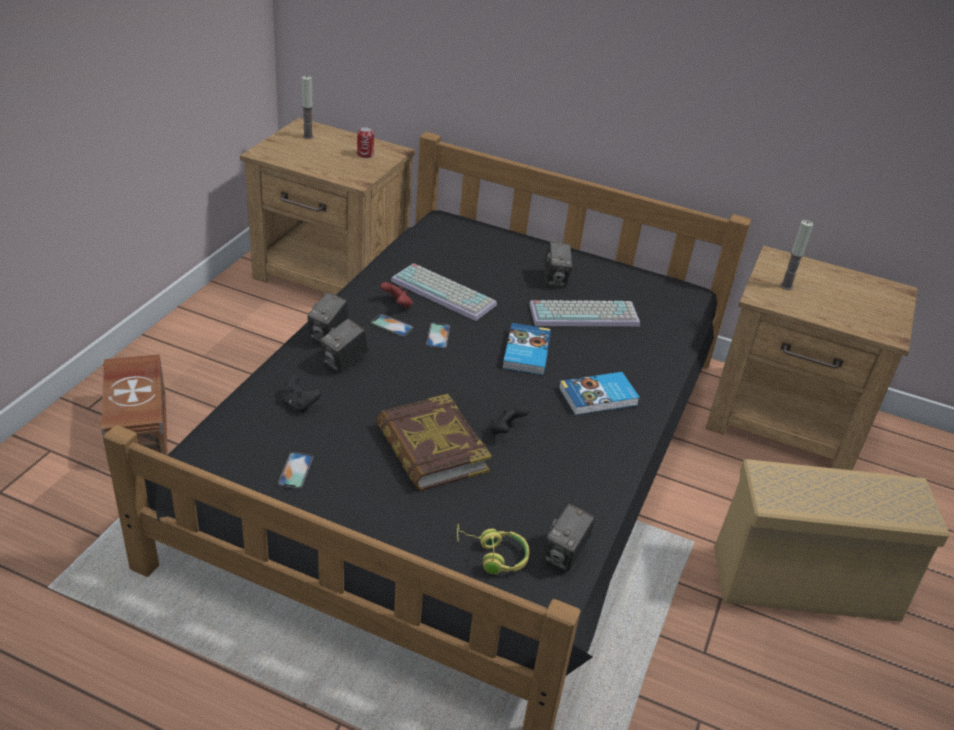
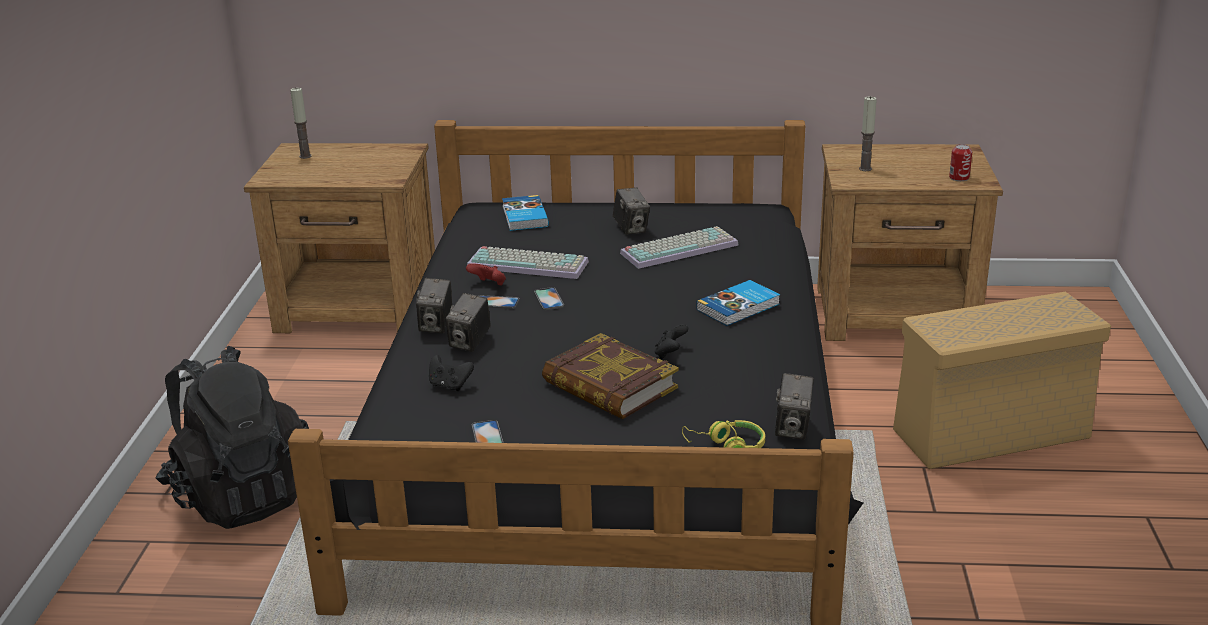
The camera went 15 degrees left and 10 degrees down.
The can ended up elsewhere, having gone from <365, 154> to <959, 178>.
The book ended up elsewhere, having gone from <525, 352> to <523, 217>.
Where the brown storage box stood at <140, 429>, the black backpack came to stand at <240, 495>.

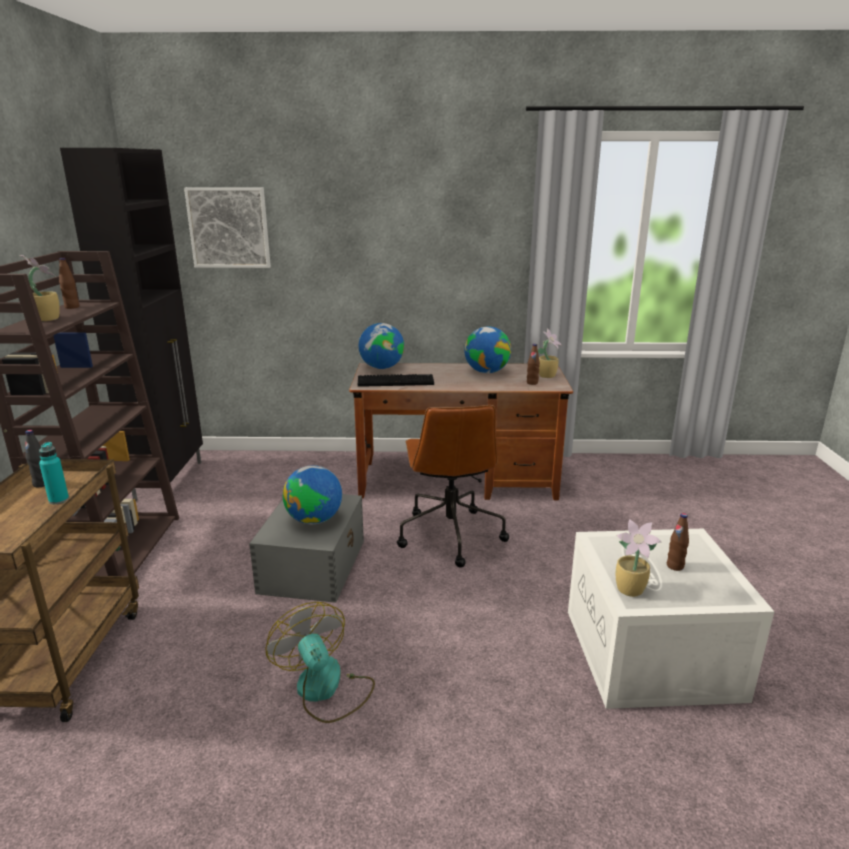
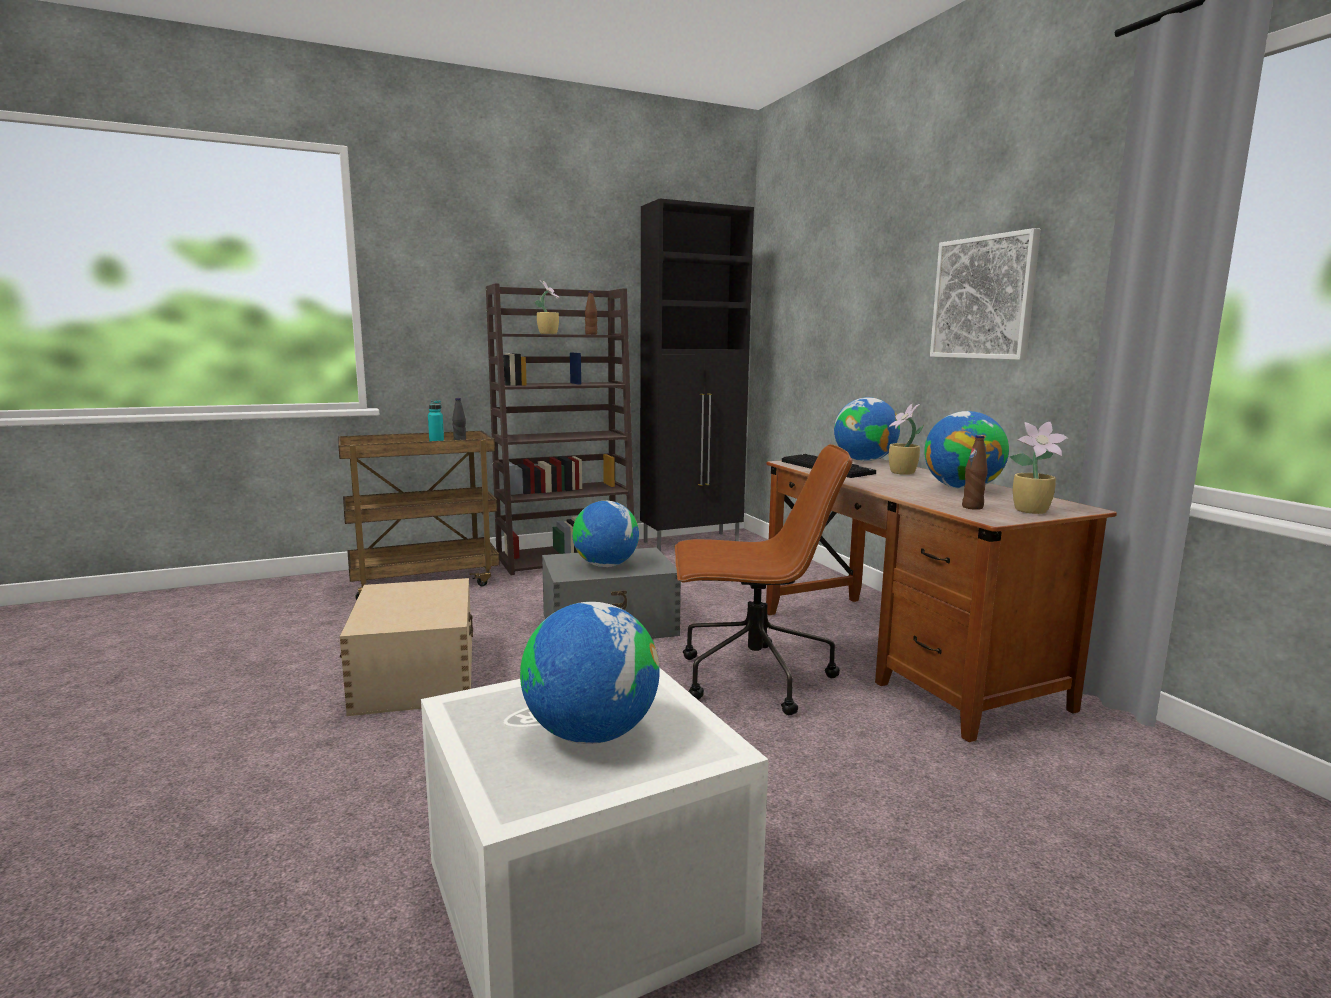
The camera went 65 degrees right and 10 degrees down.
The picture ended up elsewhere, having gone from <229, 228> to <983, 298>.
The potted plant ended up elsewhere, having gone from <631, 590> to <902, 473>.
Where the fan stood at <325, 689>, the beige storage box came to stand at <417, 675>.
Where the brown bottle stood at <675, 566>, the globe came to stand at <591, 734>.
The brown office chair at <450, 534> ended up facing another way, 150 degrees counterclockwise from before.

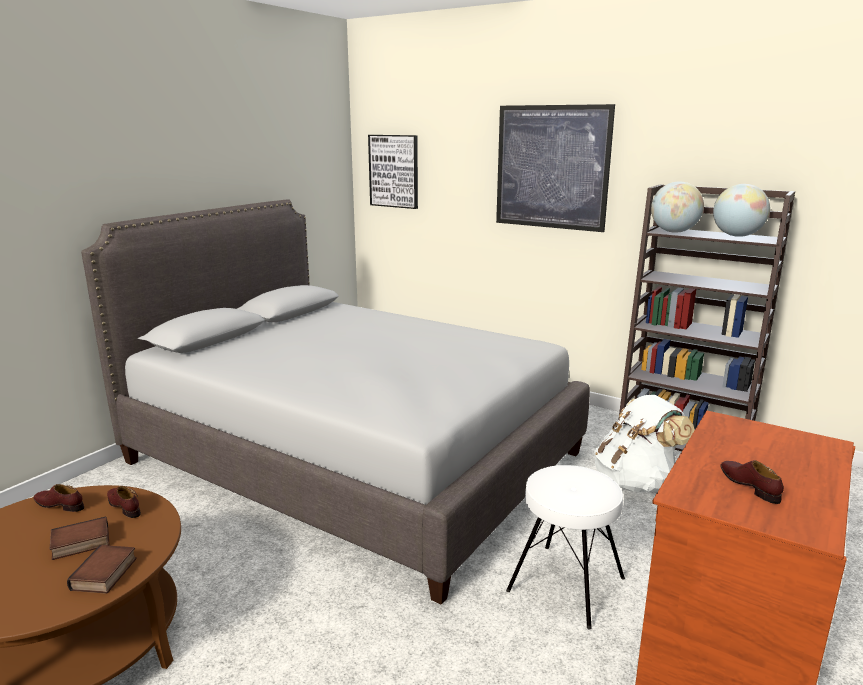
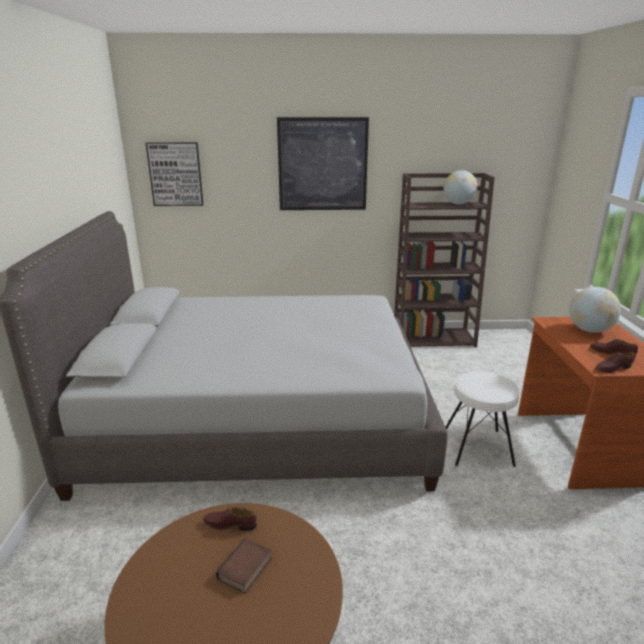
The camera went 35 degrees left and 5 degrees up.
The second view lost the book at <105, 574>.
The second view lost the white backpack at <636, 482>.
The brown shoe ended up elsewhere, having gone from <59, 505> to <612, 368>.
The globe ended up elsewhere, having gone from <674, 232> to <589, 330>.

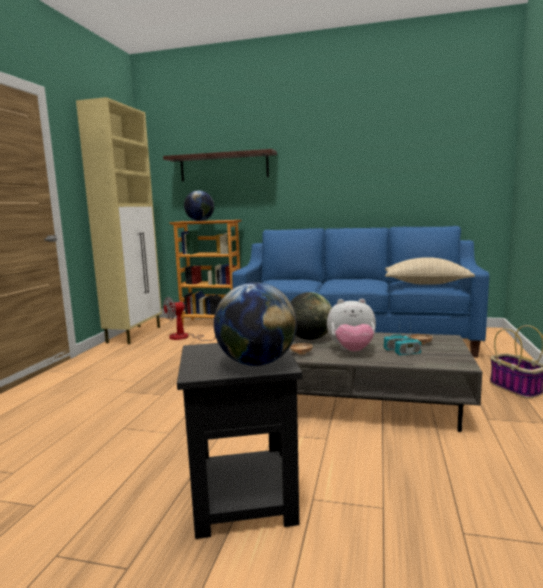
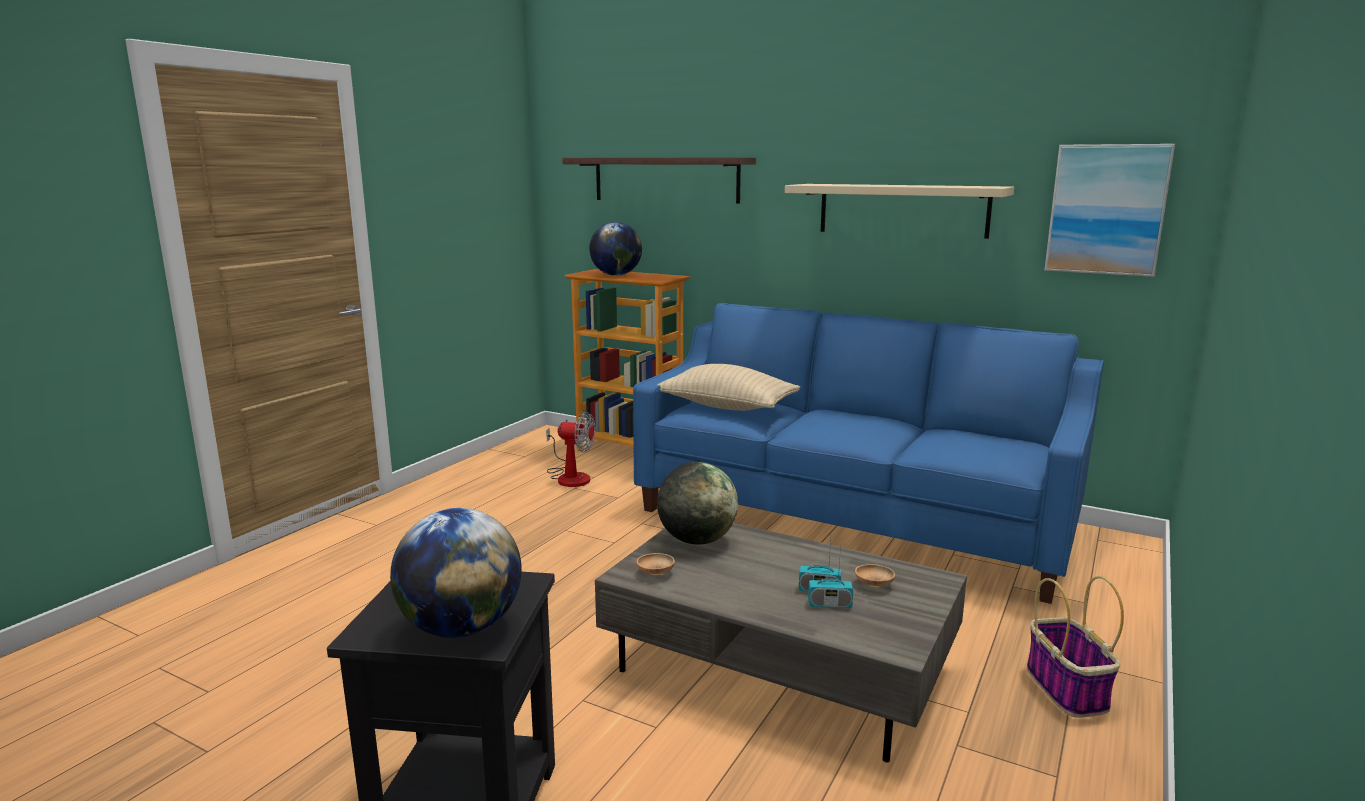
The camera went 15 degrees right and 5 degrees up.
The second view lost the beige cabinet at <135, 334>.
The second view lost the plush toy at <352, 351>.
The second view gained the beige shelf at <902, 210>.
The second view gained the picture at <1107, 209>.
The beige pillow ended up elsewhere, having gone from <426, 284> to <726, 407>.
The fan at <185, 337> ended up facing another way, 150 degrees counterclockwise from before.

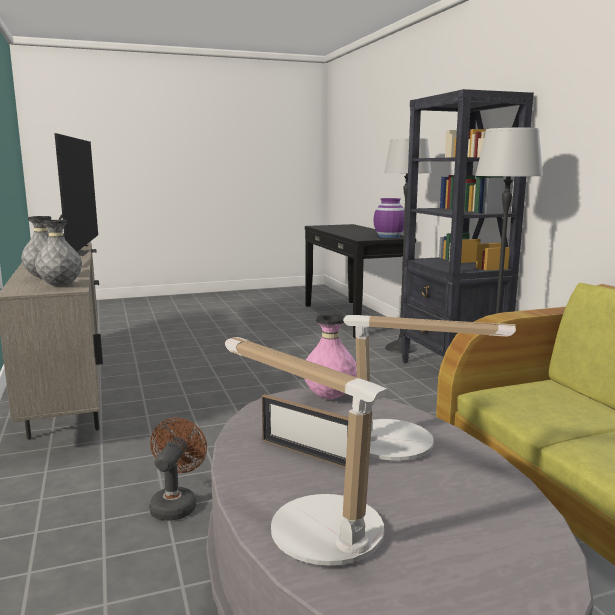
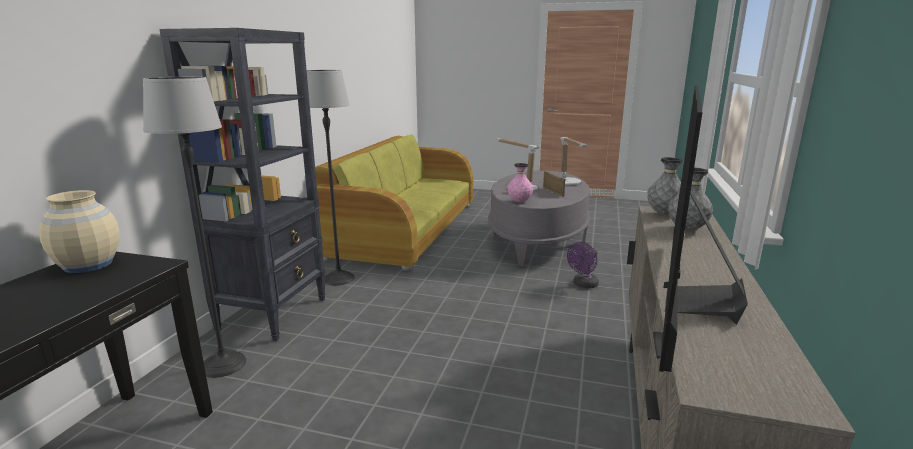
The camera went 145 degrees left and 5 degrees up.
What was the brown fan at <176, 504> turned into the purple fan at <583, 285>.
What was the purple vase at <389, 236> turned into the beige vase at <88, 265>.

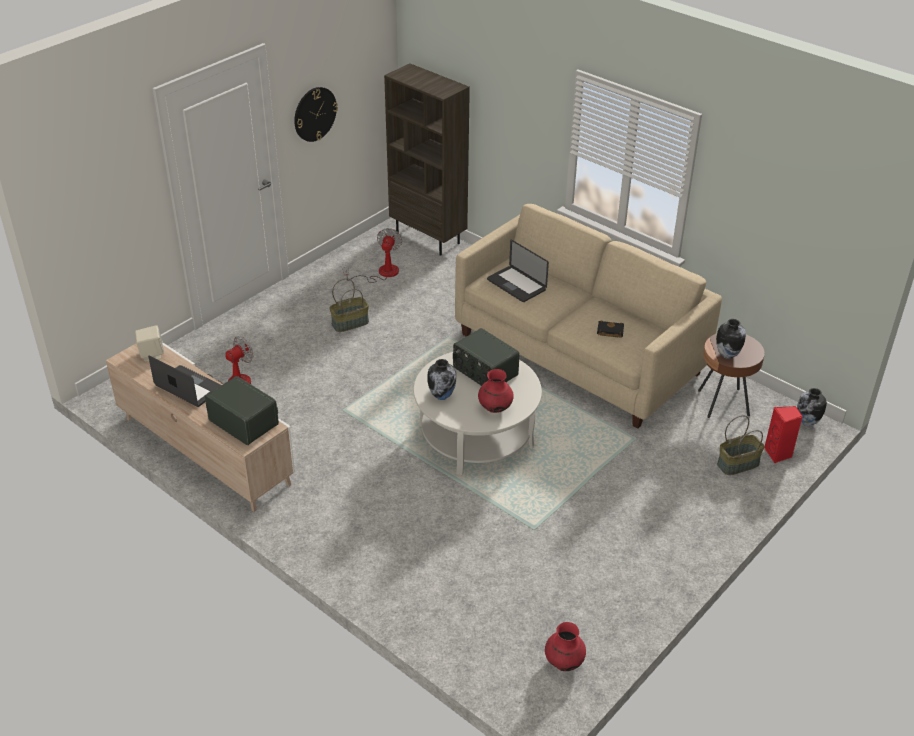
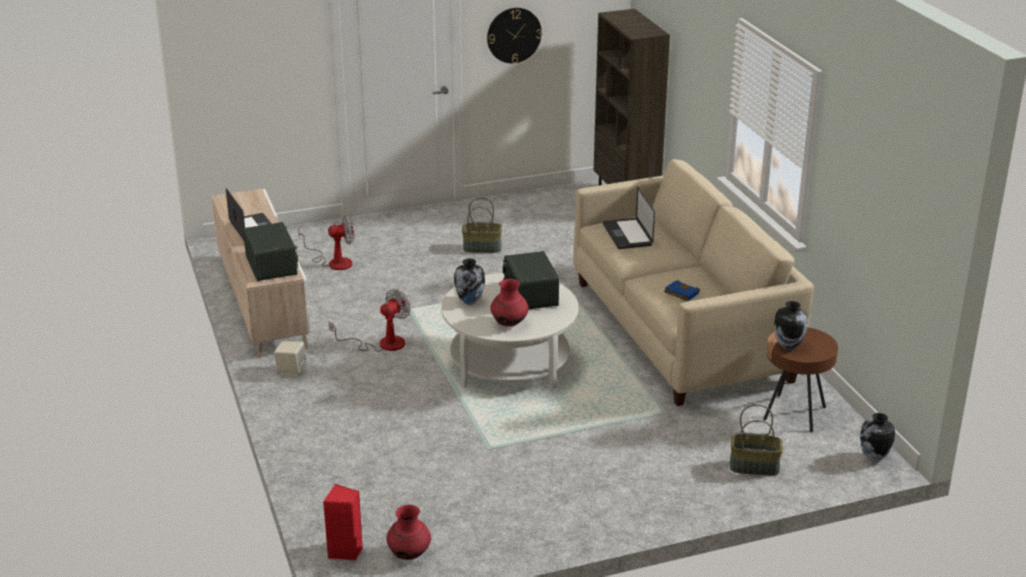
The camera went 30 degrees right and 10 degrees down.
The beige speaker ended up elsewhere, having gone from <151, 354> to <291, 371>.
The fan ended up elsewhere, having gone from <381, 273> to <382, 344>.
The red speaker ended up elsewhere, having gone from <778, 454> to <345, 552>.
What was the black book at <609, 331> turned into the blue book at <680, 293>.

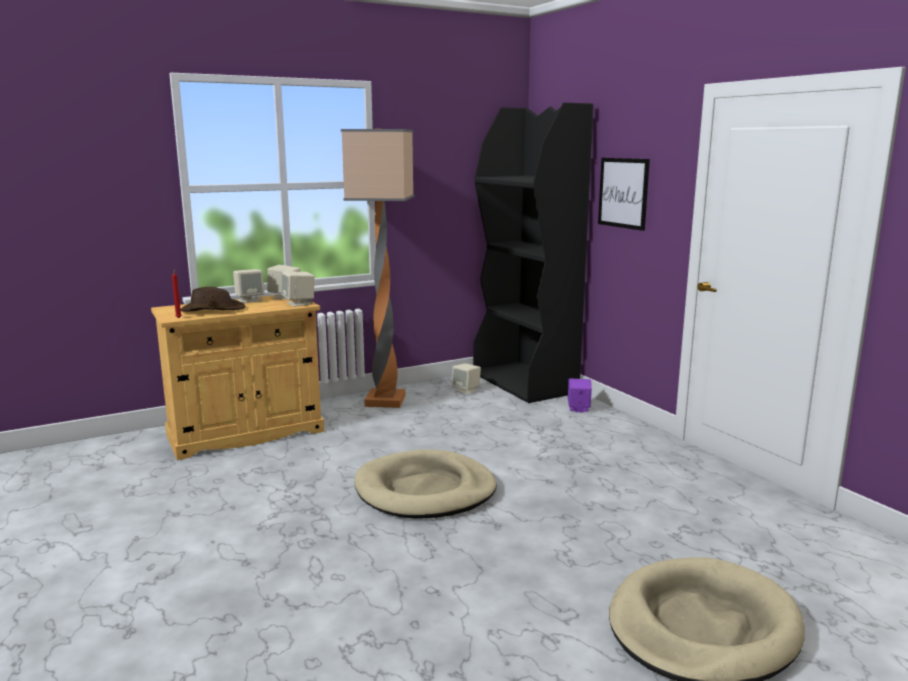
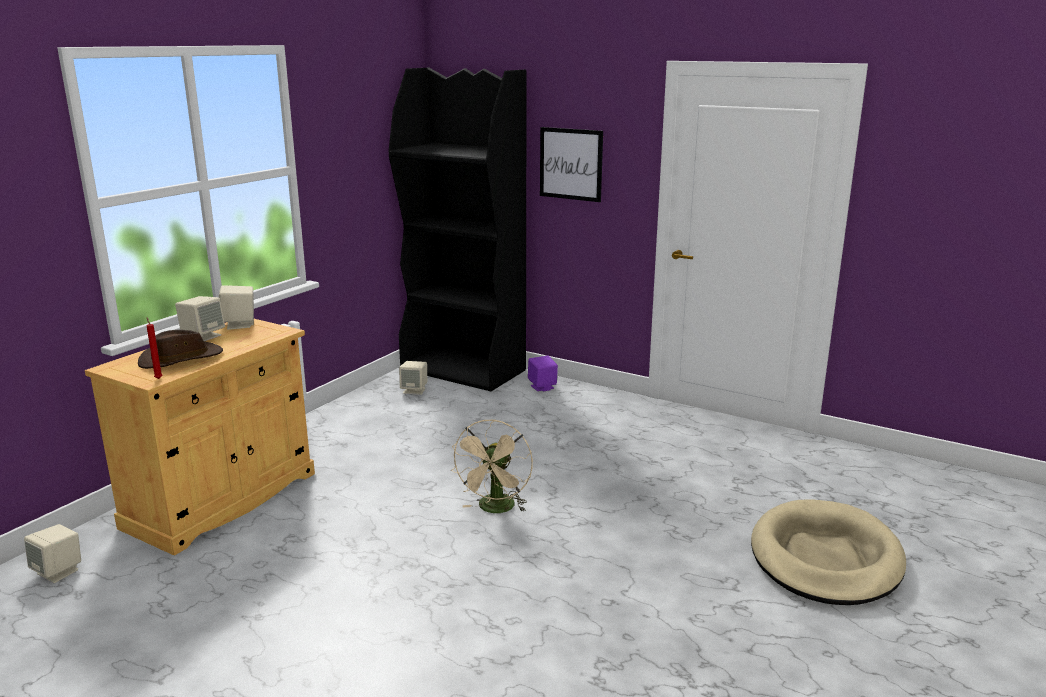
The camera went 30 degrees left and 5 degrees up.
The second view lost the floor lamp at <384, 401>.
The beige speaker ended up elsewhere, having gone from <299, 303> to <58, 571>.
Where the beige dog bed stood at <425, 490>, the beige fan came to stand at <495, 509>.

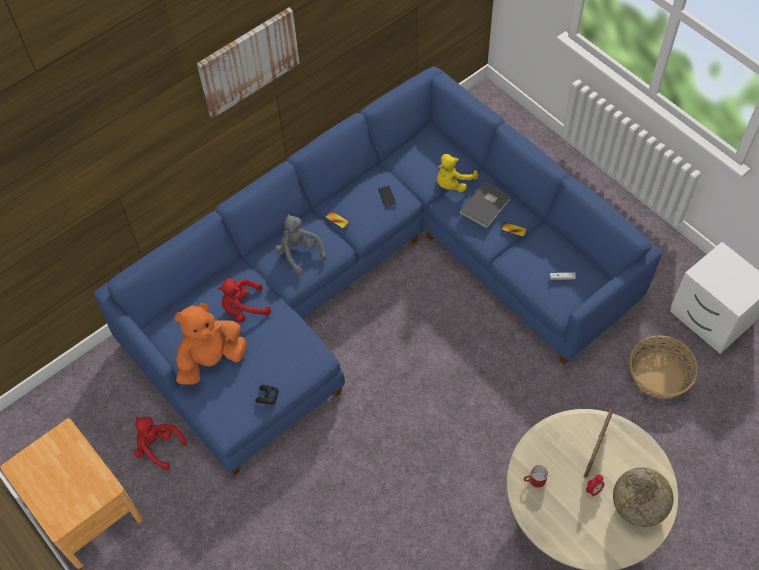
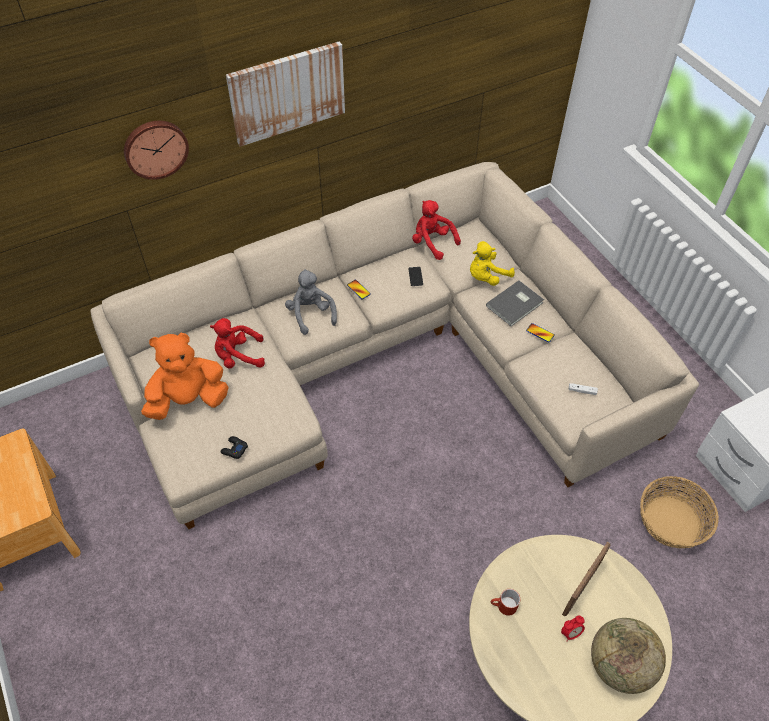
The camera went 10 degrees right and 5 degrees down.
The second view gained the wall clock at <155, 148>.
The red plush toy ended up elsewhere, having gone from <158, 447> to <432, 242>.
What was the blue sofa at <371, 280> turned into the beige sofa at <385, 362>.

